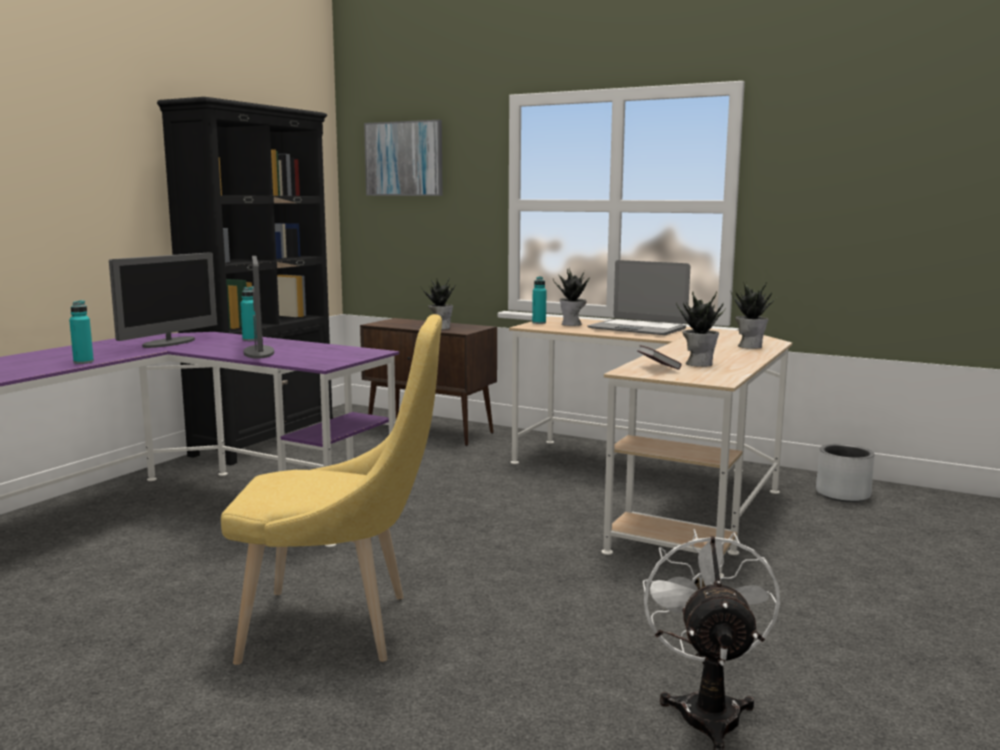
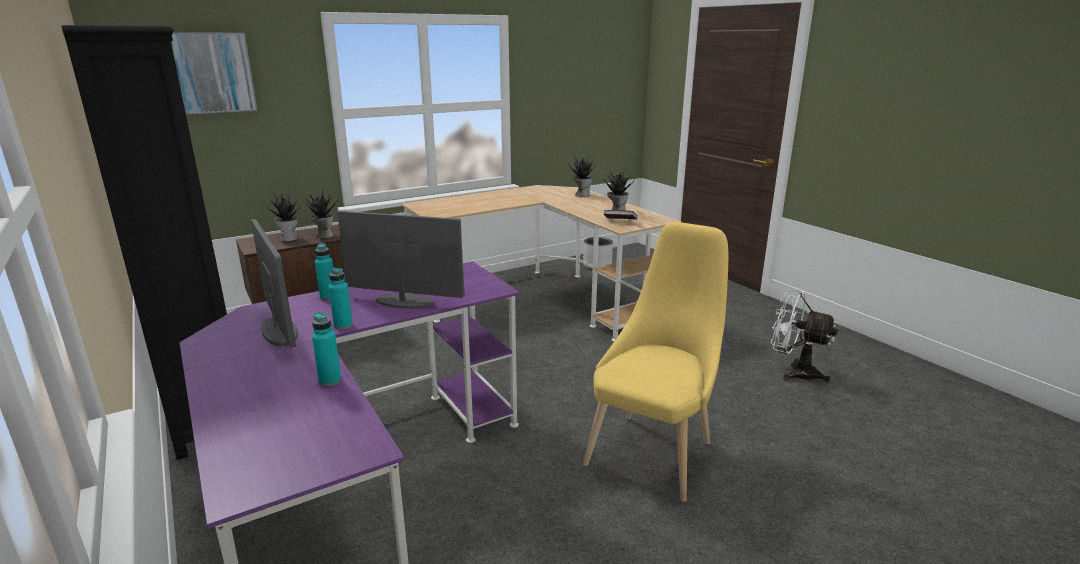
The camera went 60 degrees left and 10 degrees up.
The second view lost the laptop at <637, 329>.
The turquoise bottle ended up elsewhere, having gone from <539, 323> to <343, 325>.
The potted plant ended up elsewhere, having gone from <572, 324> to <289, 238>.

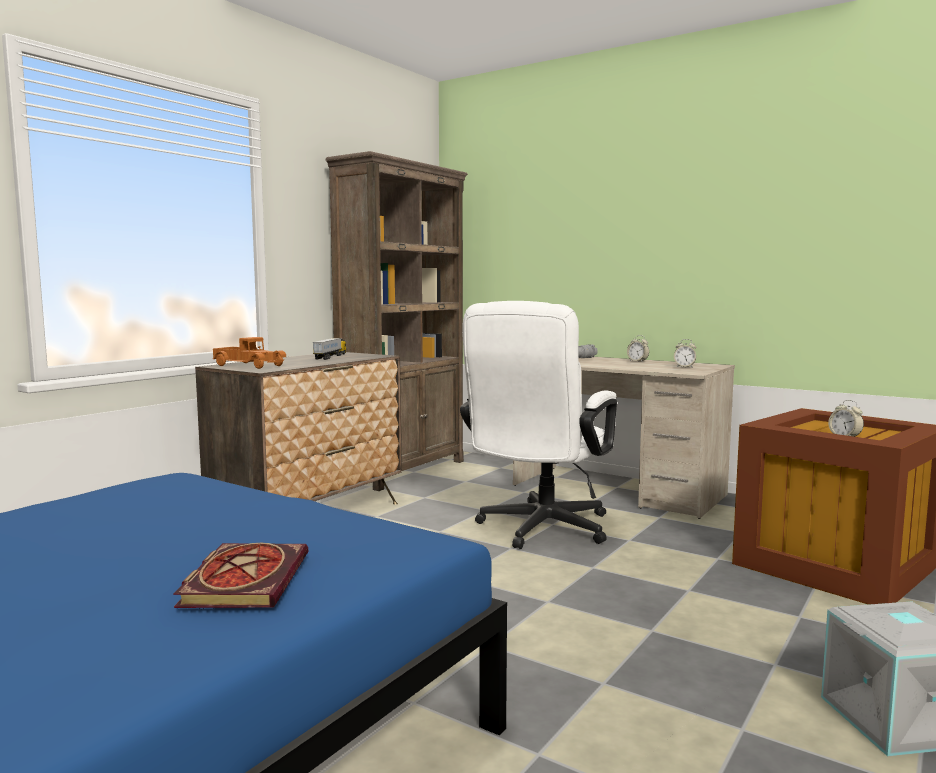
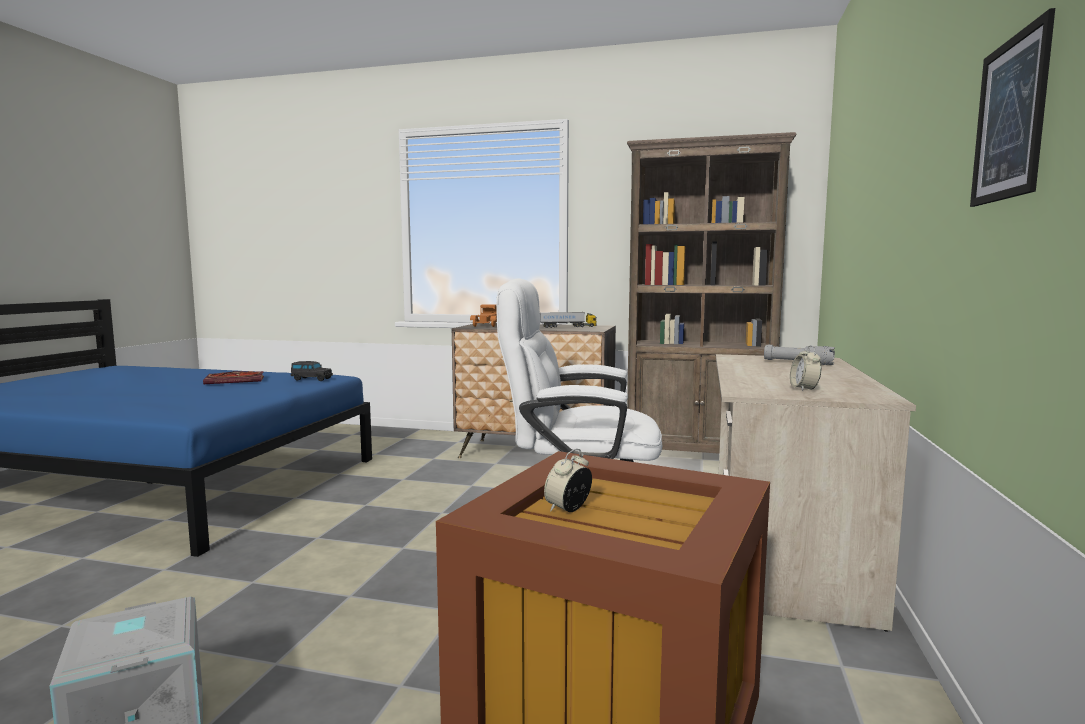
The camera went 70 degrees right and 0 degrees up.
The second view lost the alarm clock at <637, 361>.
The second view gained the black toy car at <311, 379>.
The second view gained the picture at <1010, 119>.
The book ended up elsewhere, having gone from <244, 579> to <236, 380>.

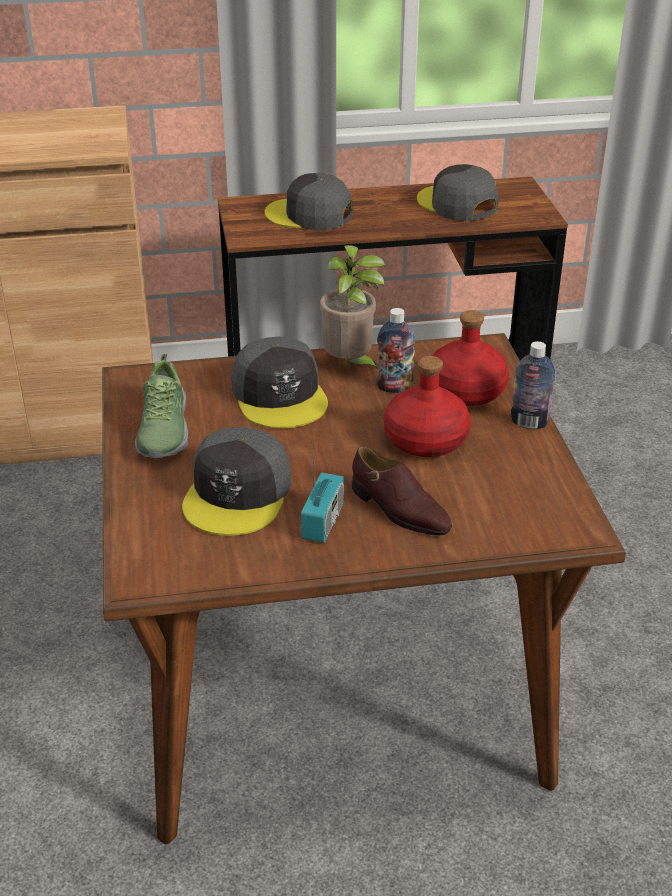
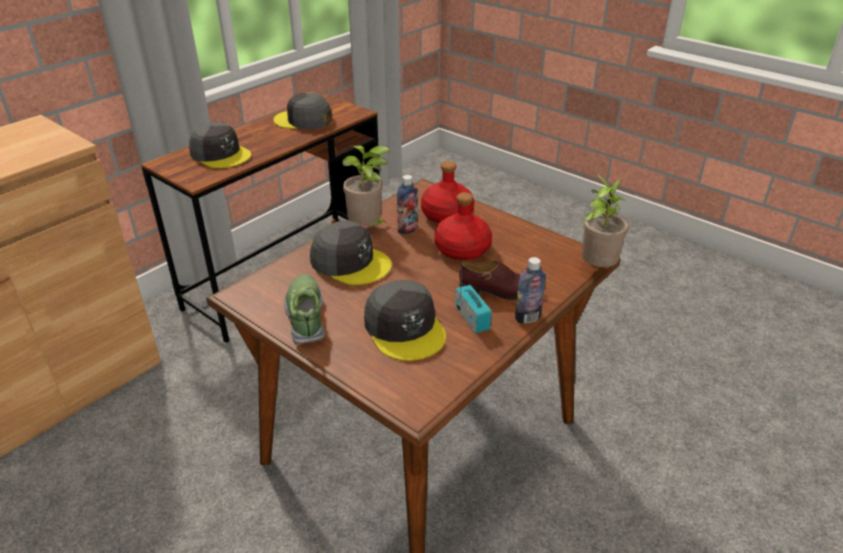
The camera went 40 degrees left and 0 degrees up.
The second view gained the potted plant at <596, 268>.
The bottle ended up elsewhere, having gone from <529, 423> to <527, 318>.
The shoe at <162, 430> ended up facing another way, 150 degrees counterclockwise from before.
The grey cap at <309, 215> ended up facing another way, 120 degrees counterclockwise from before.

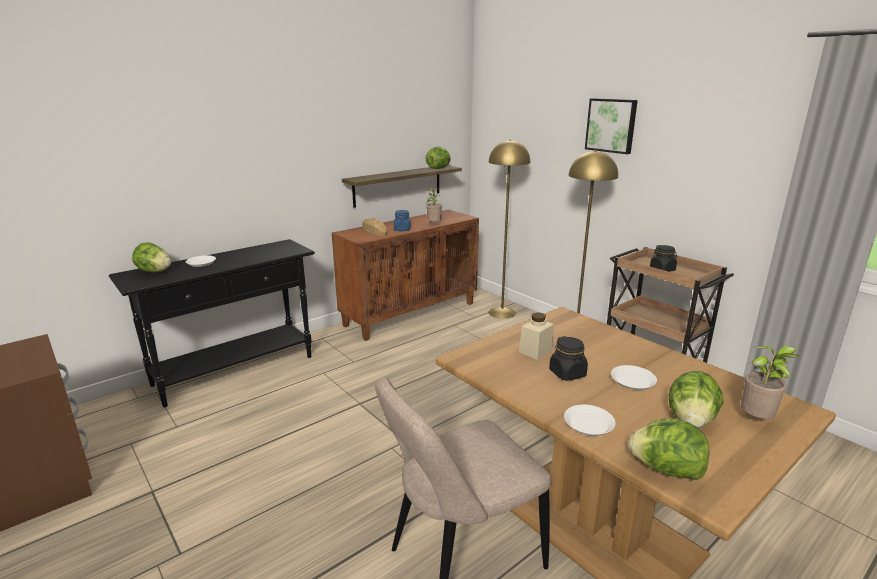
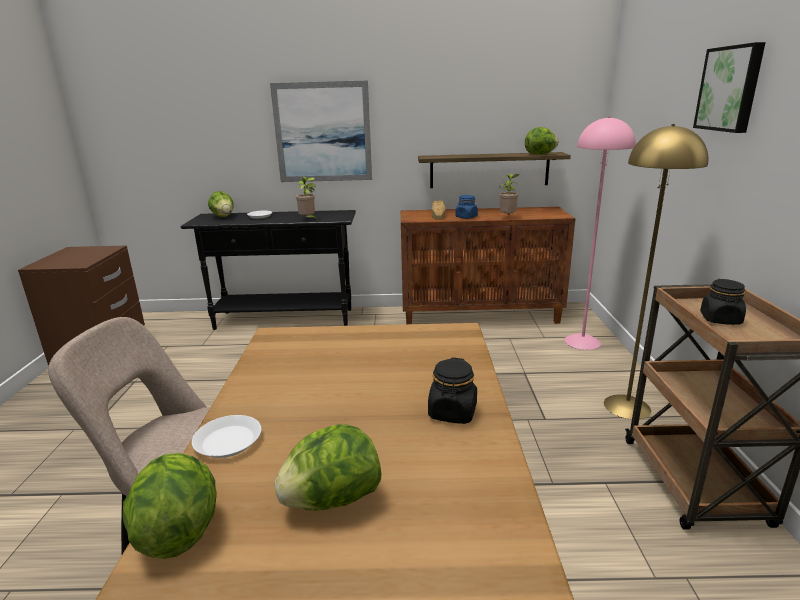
The camera went 40 degrees right and 0 degrees up.
The second view lost the beige jar at <536, 350>.
The second view lost the white plate at <632, 381>.
The second view gained the picture at <323, 132>.
The black jar ended up elsewhere, having gone from <567, 373> to <452, 412>.
The potted plant ended up elsewhere, having gone from <757, 421> to <308, 220>.
What was the yellow floor lamp at <501, 312> turned into the pink floor lamp at <582, 341>.

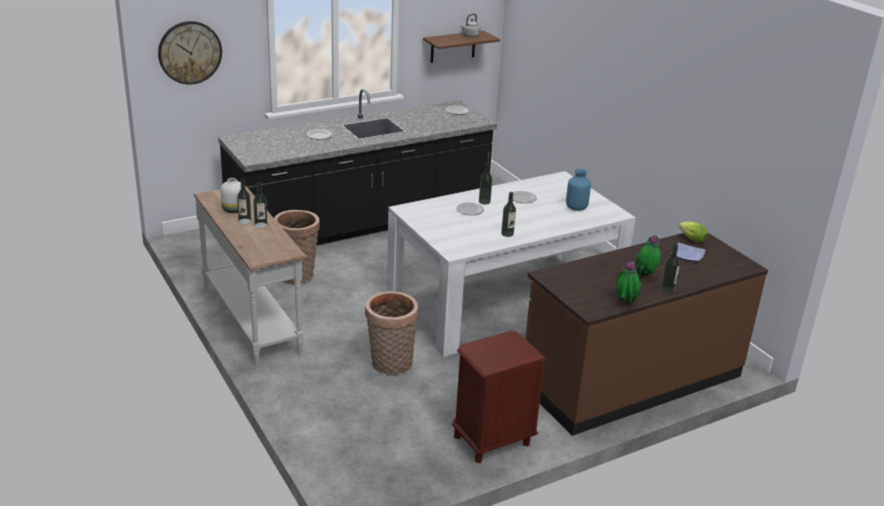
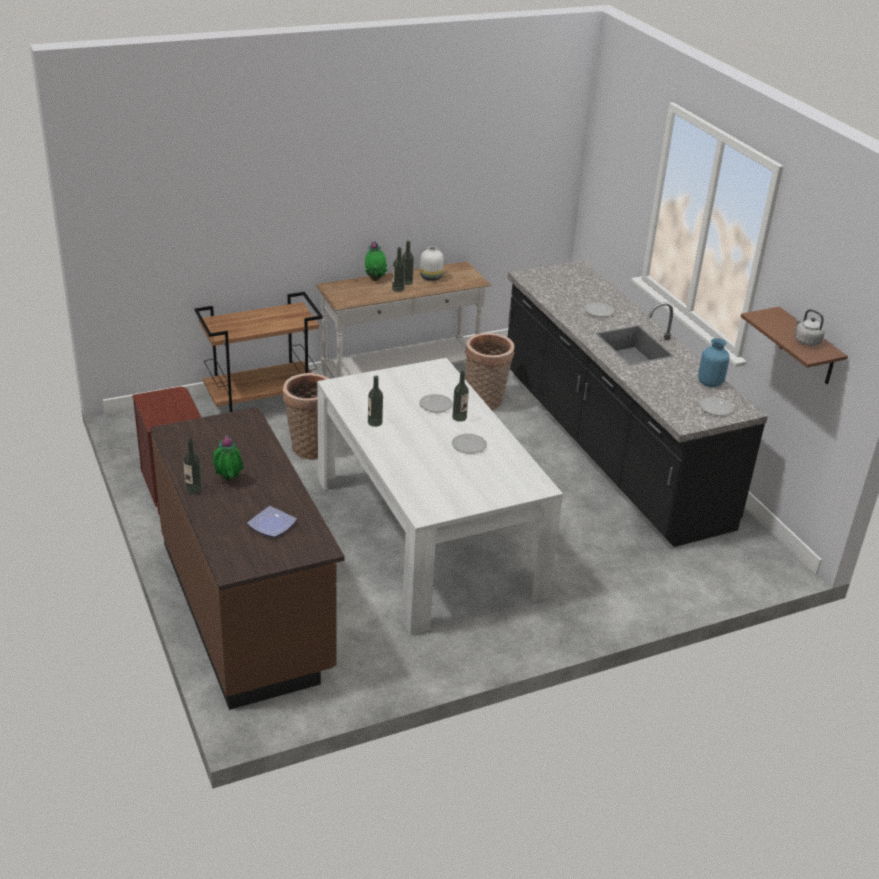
The camera went 95 degrees right and 5 degrees up.
The second view lost the wall clock at <190, 52>.
The second view lost the lettuce at <690, 239>.
The second view gained the brown cart at <263, 404>.
The blue vase ended up elsewhere, having gone from <576, 207> to <710, 383>.
The potted plant ended up elsewhere, having gone from <625, 303> to <375, 279>.

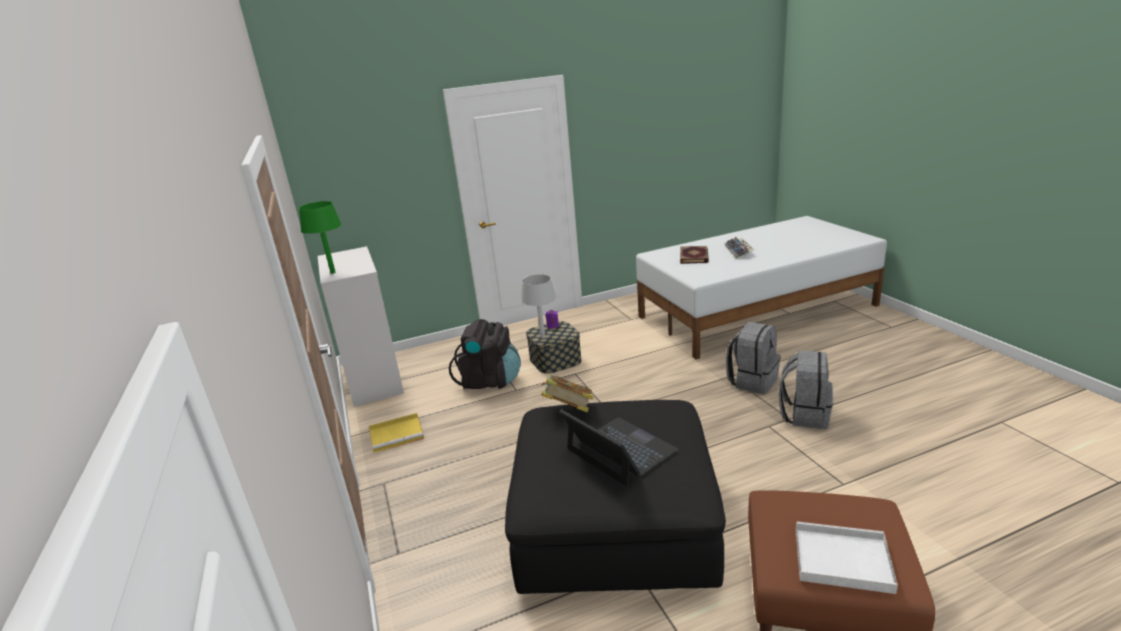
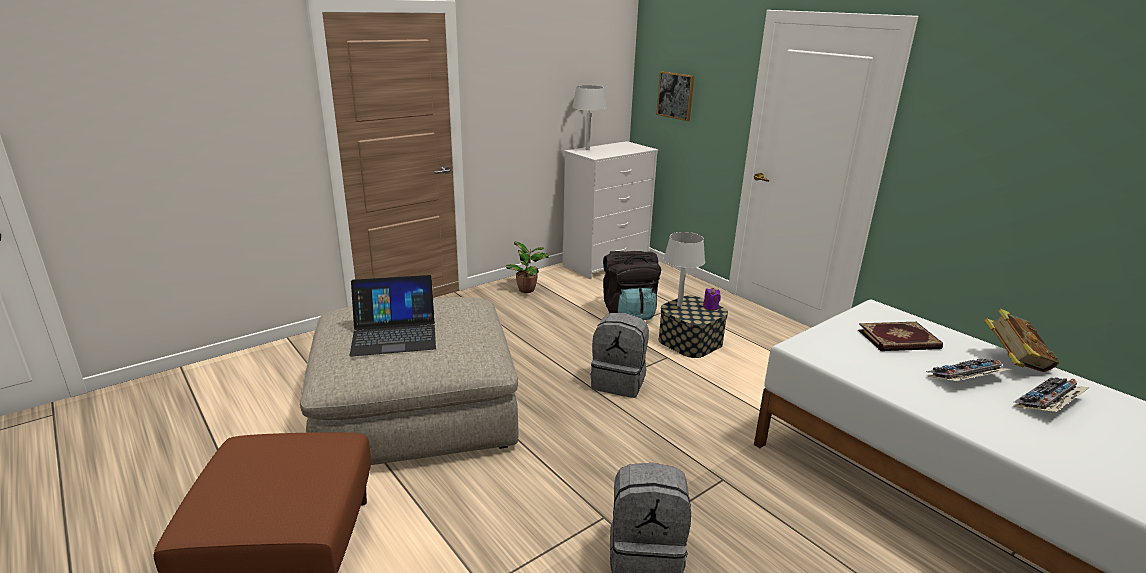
The camera went 70 degrees right and 0 degrees up.
The second view lost the white tray at <840, 560>.
The second view gained the picture at <675, 95>.
The second view gained the keyboard at <1048, 403>.
The book ended up elsewhere, having gone from <569, 410> to <1013, 362>.
The grey backpack ended up elsewhere, having gone from <752, 381> to <619, 382>.
Where the yellow tray stood at <398, 434>, the potted plant came to stand at <528, 290>.
What was the green table lamp at <333, 272> turned into the grey table lamp at <587, 149>.
What was the black ottoman at <614, 521> turned into the beige ottoman at <416, 409>.
The laptop at <620, 450> ended up facing another way, 45 degrees clockwise from before.

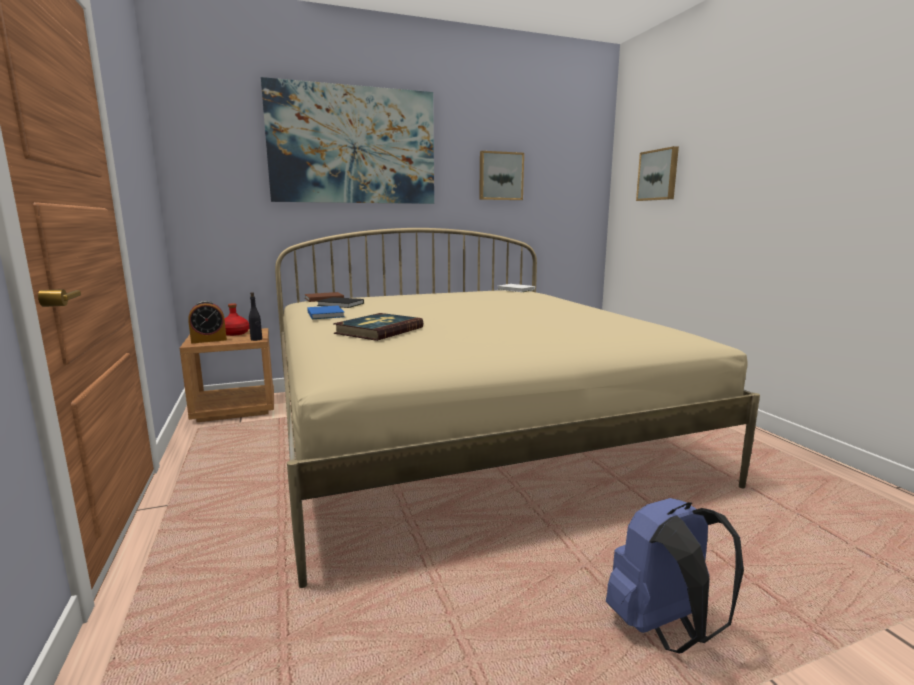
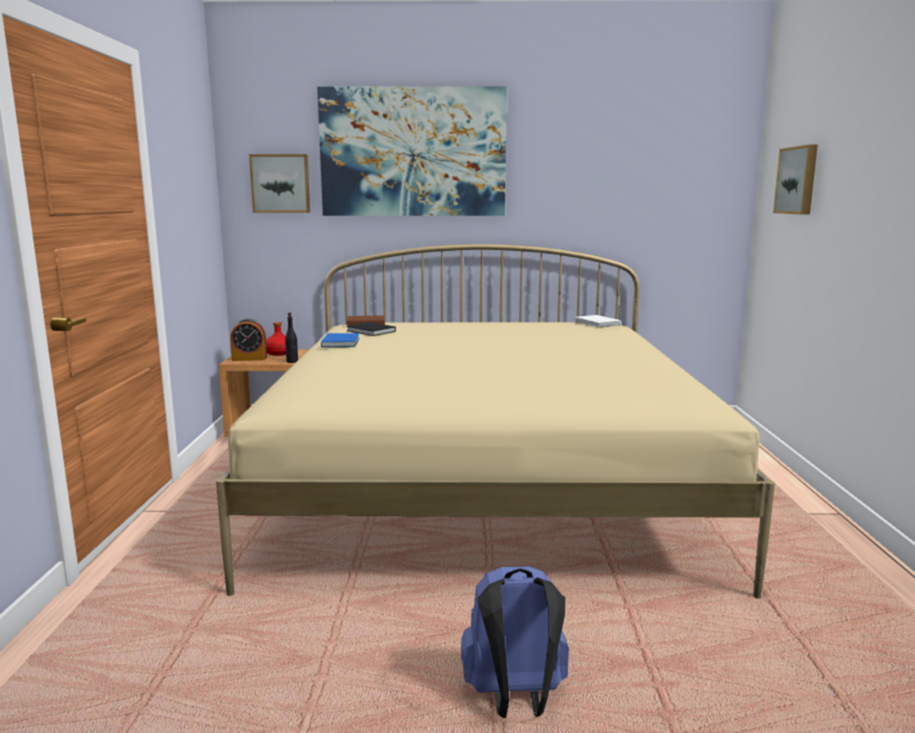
The camera went 20 degrees right and 0 degrees up.
The second view lost the book at <379, 330>.
The picture ended up elsewhere, having gone from <500, 176> to <280, 183>.

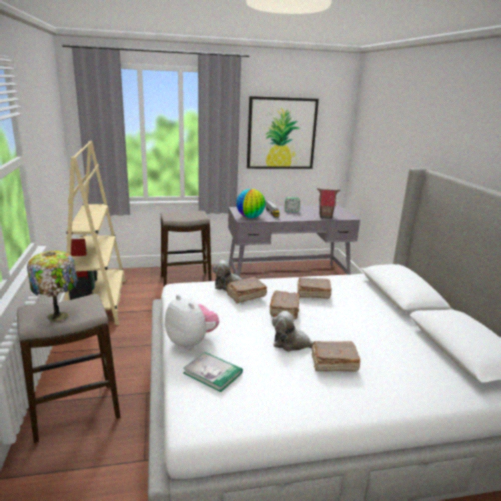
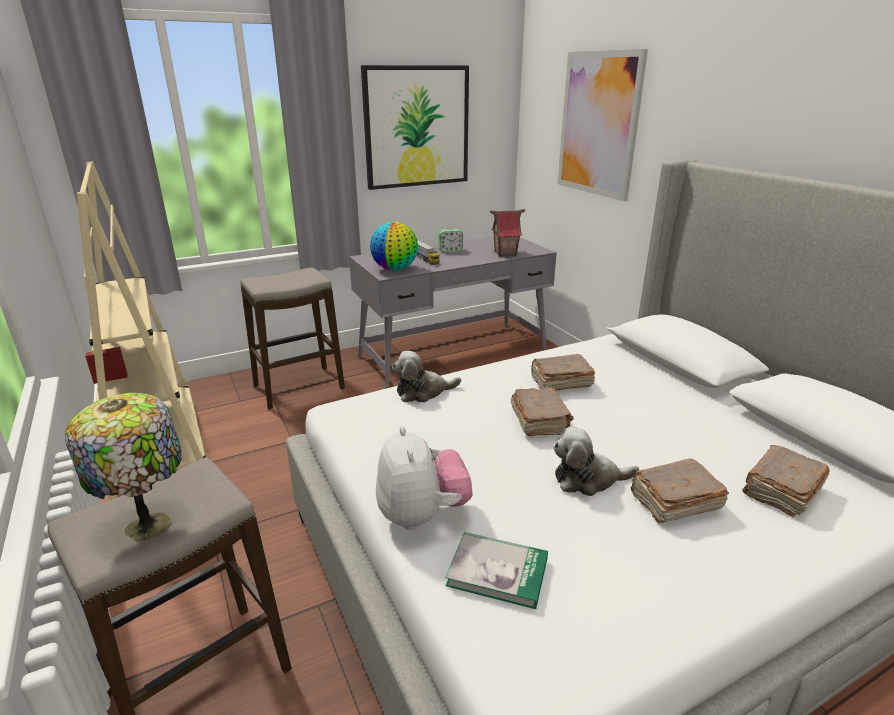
The camera went 15 degrees left and 5 degrees up.
The second view gained the picture at <598, 124>.
The brown book ended up elsewhere, having gone from <245, 296> to <781, 491>.
The plush toy at <191, 342> ended up facing another way, 45 degrees clockwise from before.

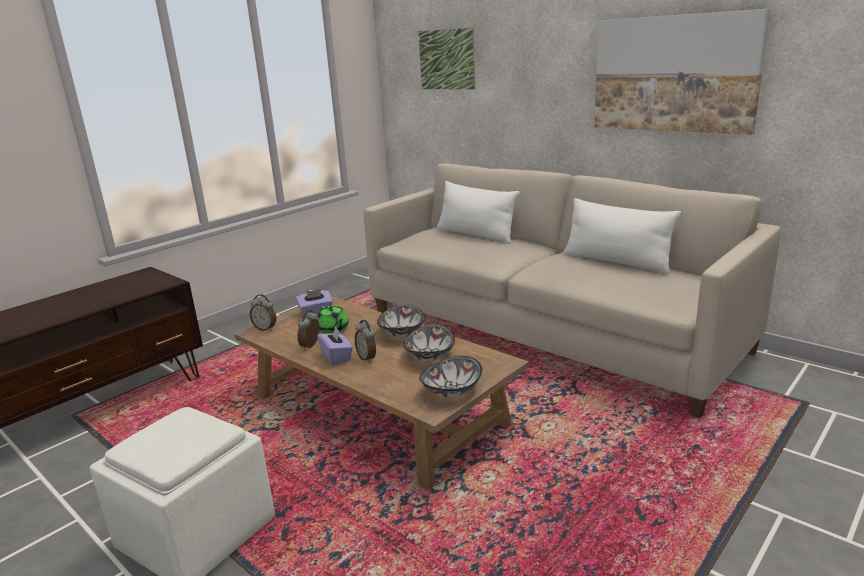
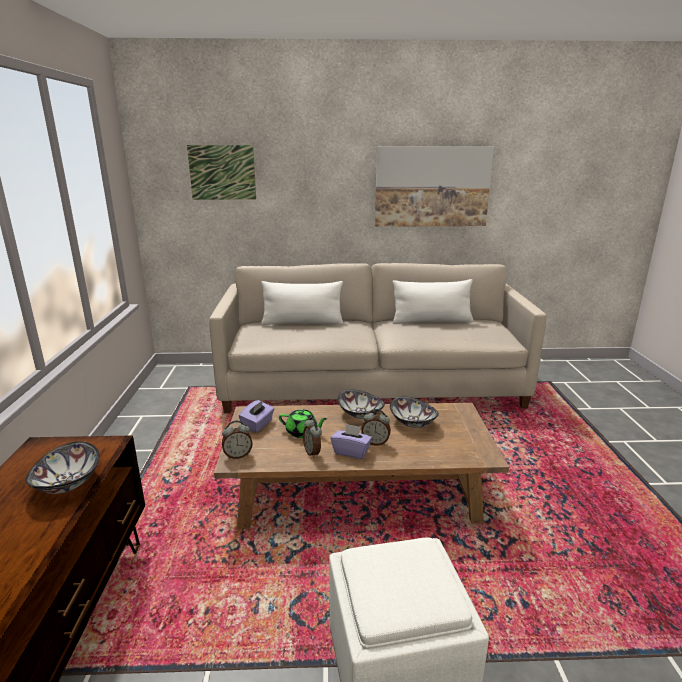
The camera went 45 degrees left and 0 degrees up.
The bowl ended up elsewhere, having gone from <451, 390> to <67, 483>.

